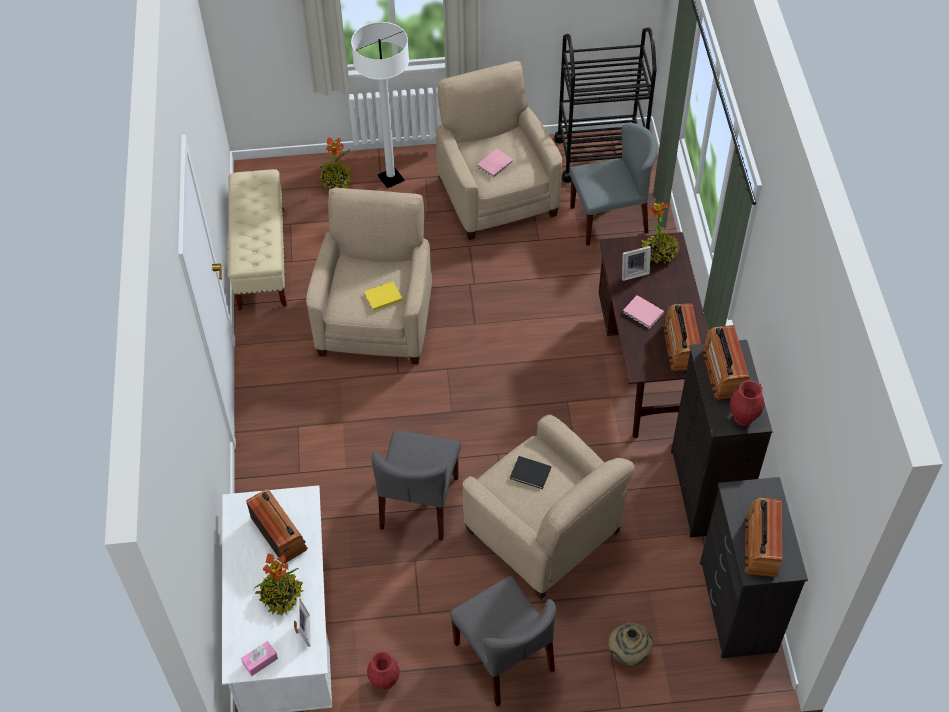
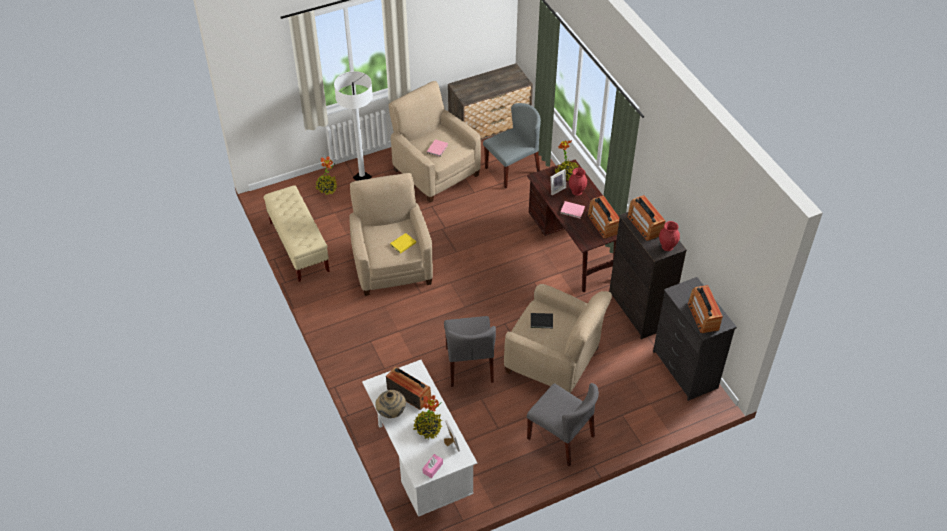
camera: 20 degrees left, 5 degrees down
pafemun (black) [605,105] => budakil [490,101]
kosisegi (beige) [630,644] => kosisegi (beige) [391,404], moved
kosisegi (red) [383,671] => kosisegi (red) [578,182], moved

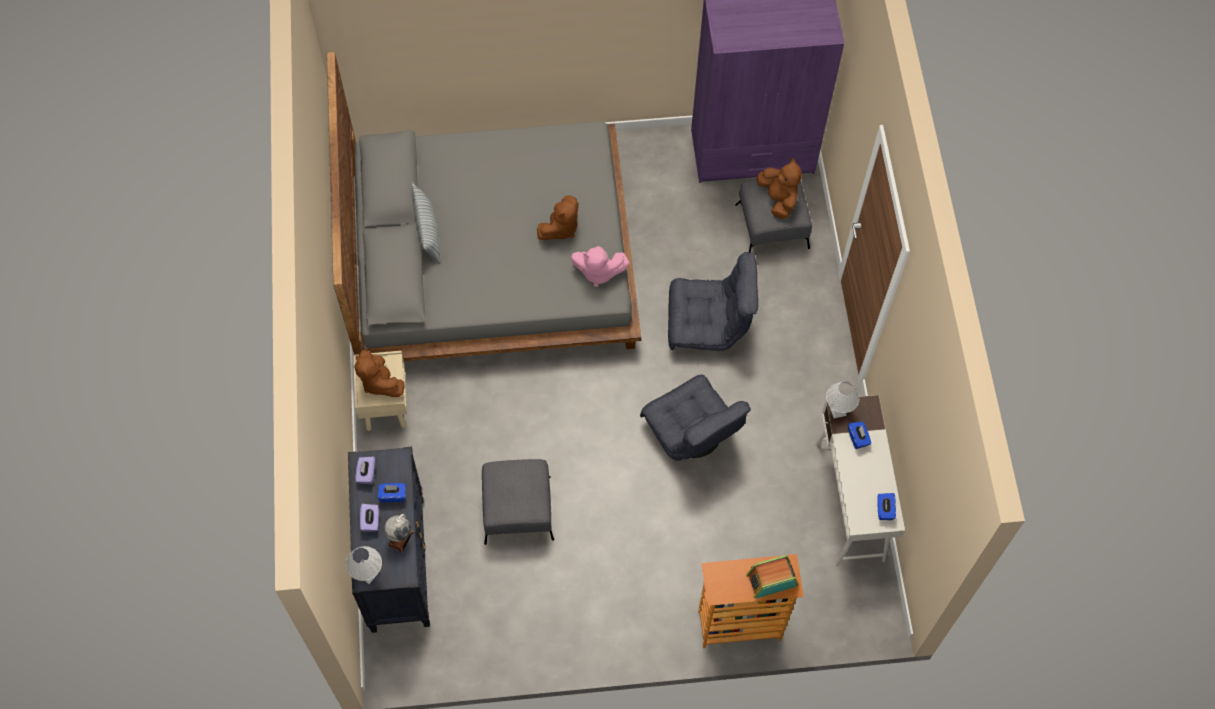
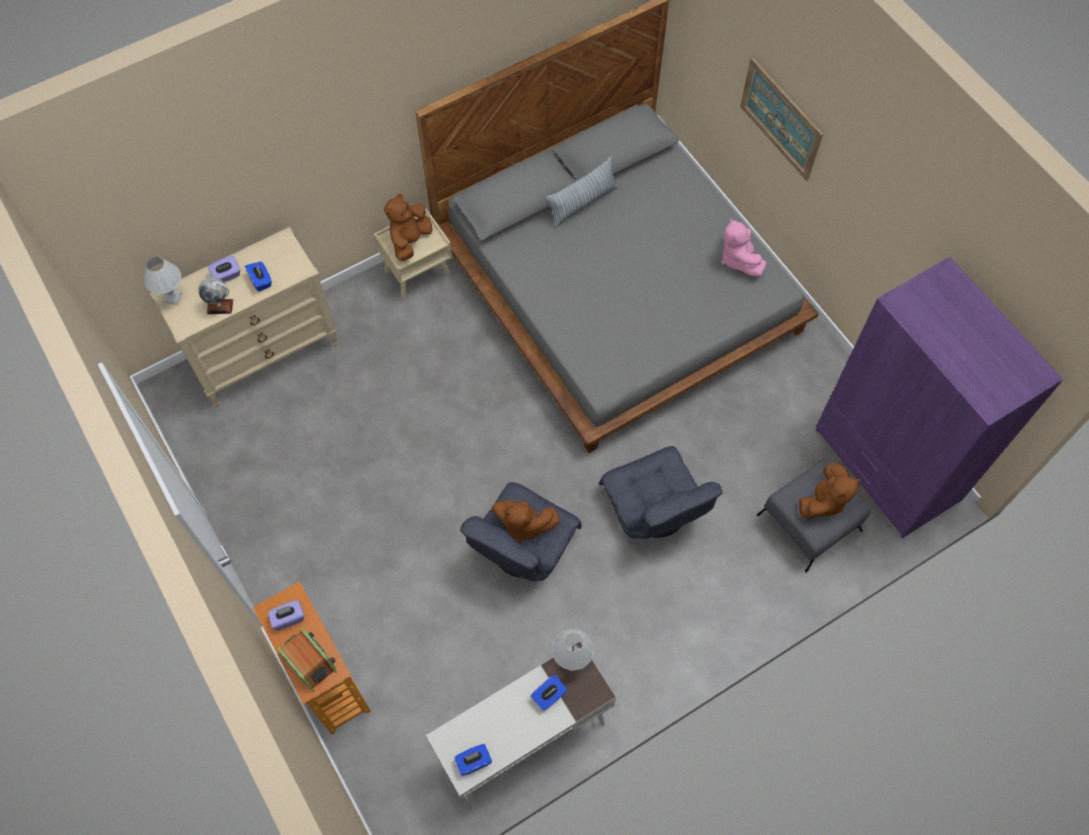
camera: 65 degrees right, 0 degrees up
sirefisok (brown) [558,217] => sirefisok (brown) [526,521], moved
sirefisok (pink) [600,266] => sirefisok (pink) [743,247], moved
budakil (black) [389,540] => budakil (beige) [244,317]
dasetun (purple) [365,470] => dasetun (purple) [286,615], moved
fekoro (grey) [518,502] => nothing
nothing => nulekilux [781,119]

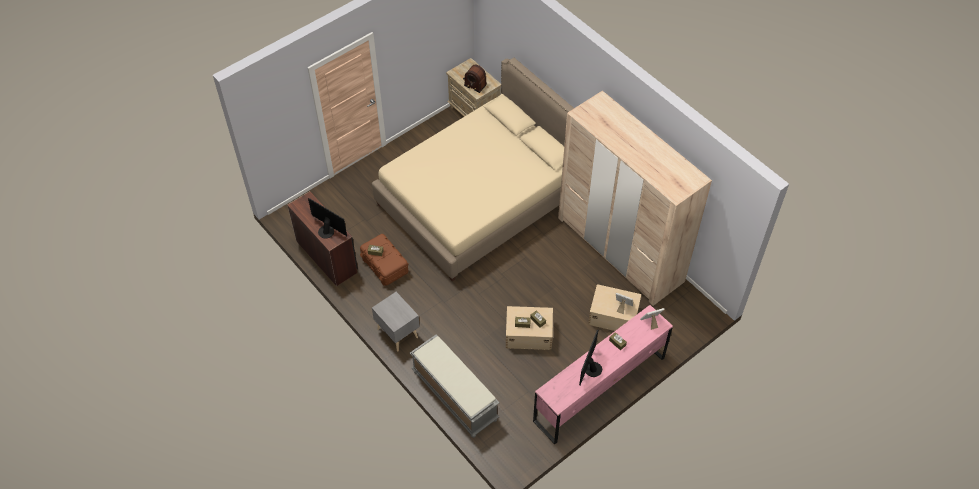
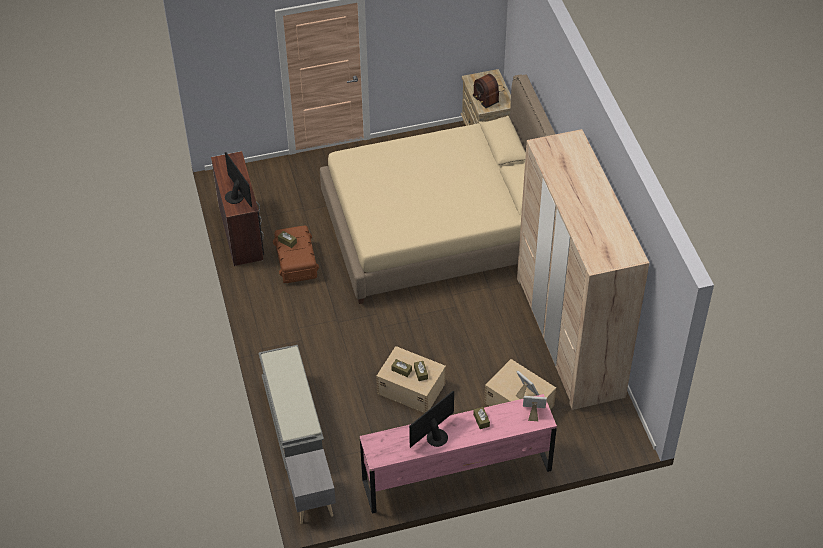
camera: 25 degrees right, 5 degrees down
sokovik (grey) [396,322] => sokovik (grey) [310,486], moved

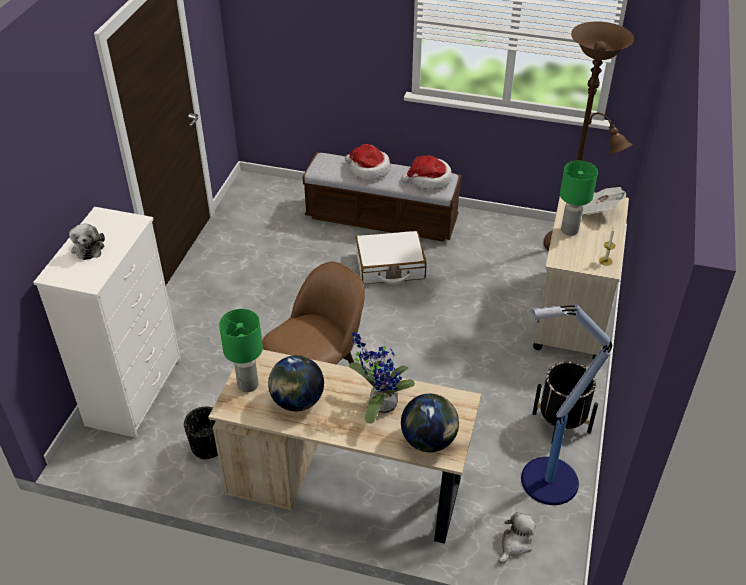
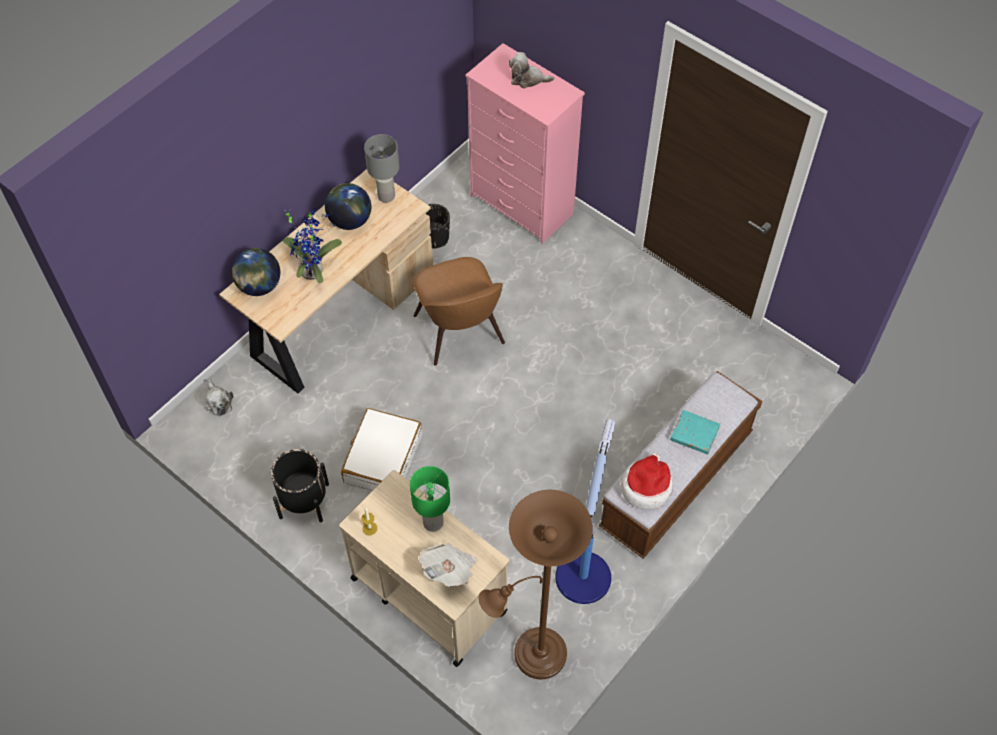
camera: 115 degrees right, 15 degrees up
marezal [367,162] => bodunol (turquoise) [695,432]
budakil (white) [107,322] => budakil (pink) [525,143]
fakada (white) [391,257] => fakada (white) [381,449], moved
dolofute [566,404] => dolofute [585,511], moved
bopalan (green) [241,350] => bopalan (grey) [381,168]

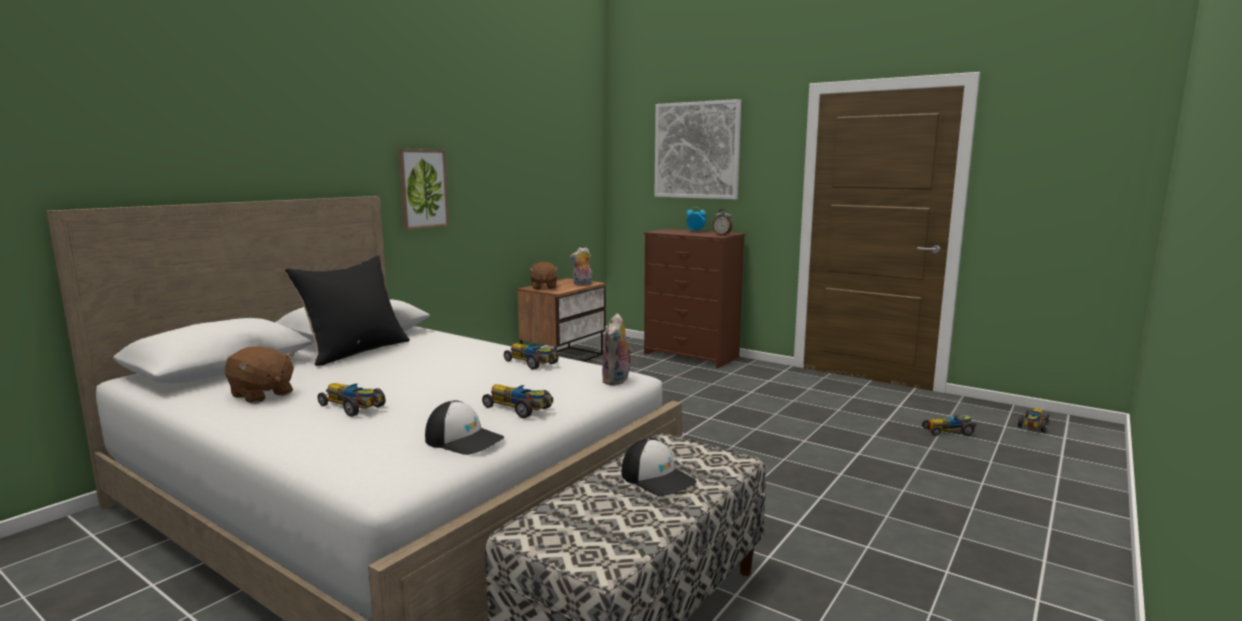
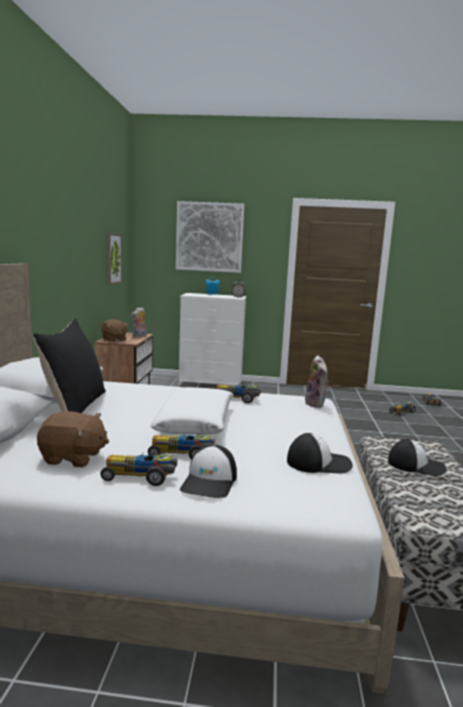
camera: 30 degrees left, 0 degrees up
nulekilux [423,189] => nulekilux [114,259], moved
budakil (brown) [694,298] => budakil (white) [213,339]
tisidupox [517,401] => tisidupox [138,469], moved
nothing => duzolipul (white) [191,411]
nothing => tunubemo [208,471]

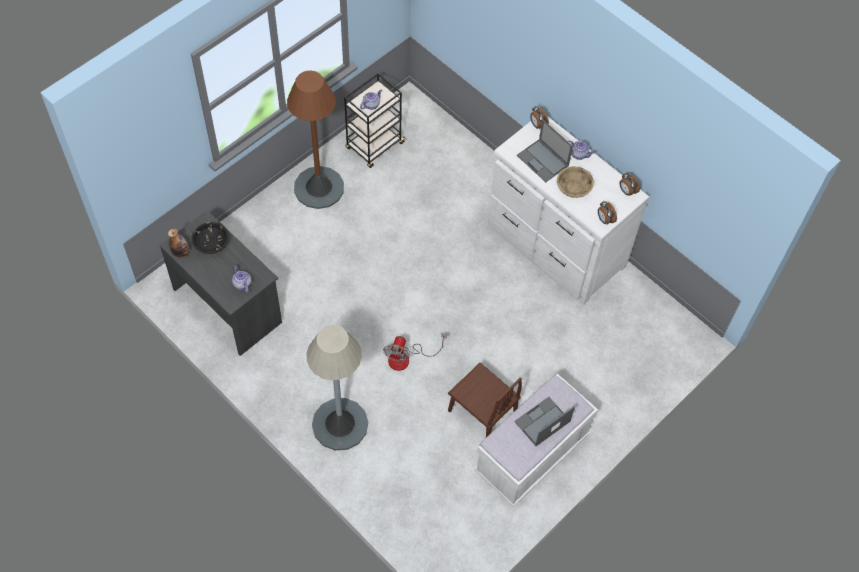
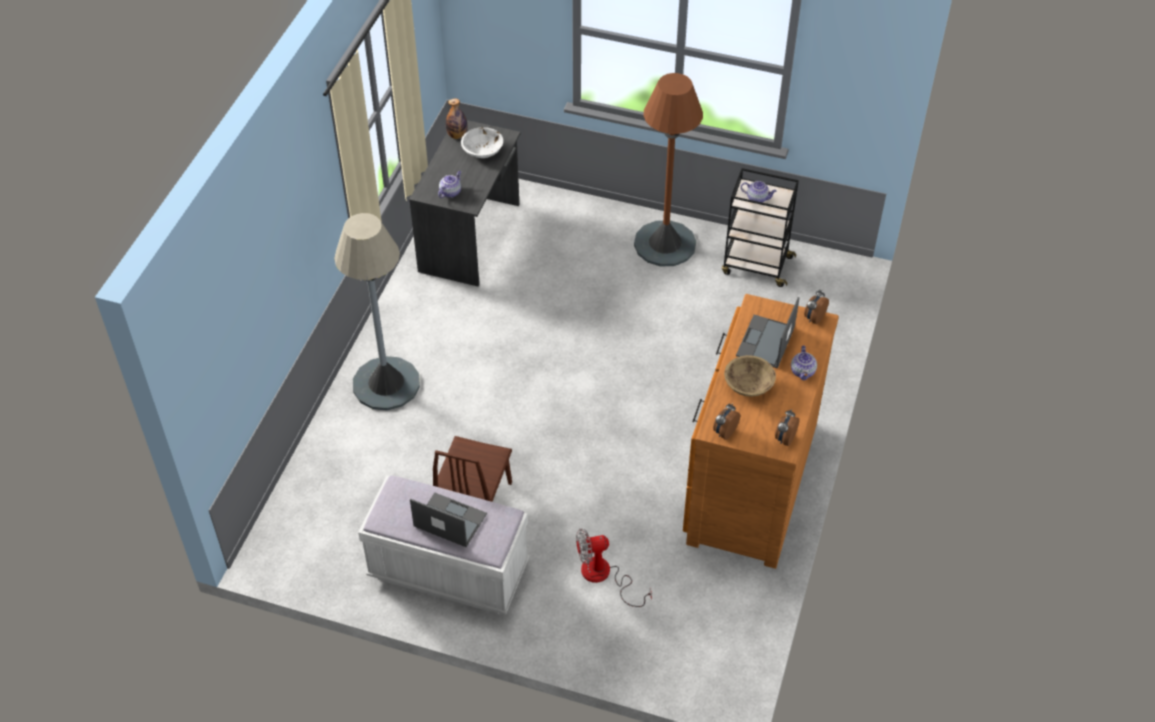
camera: 65 degrees right, 10 degrees down
budakil (white) [567,210] => budakil (brown) [761,431]
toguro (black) [210,238] => toguro (white) [482,142]
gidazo [415,352] => gidazo [614,567], moved

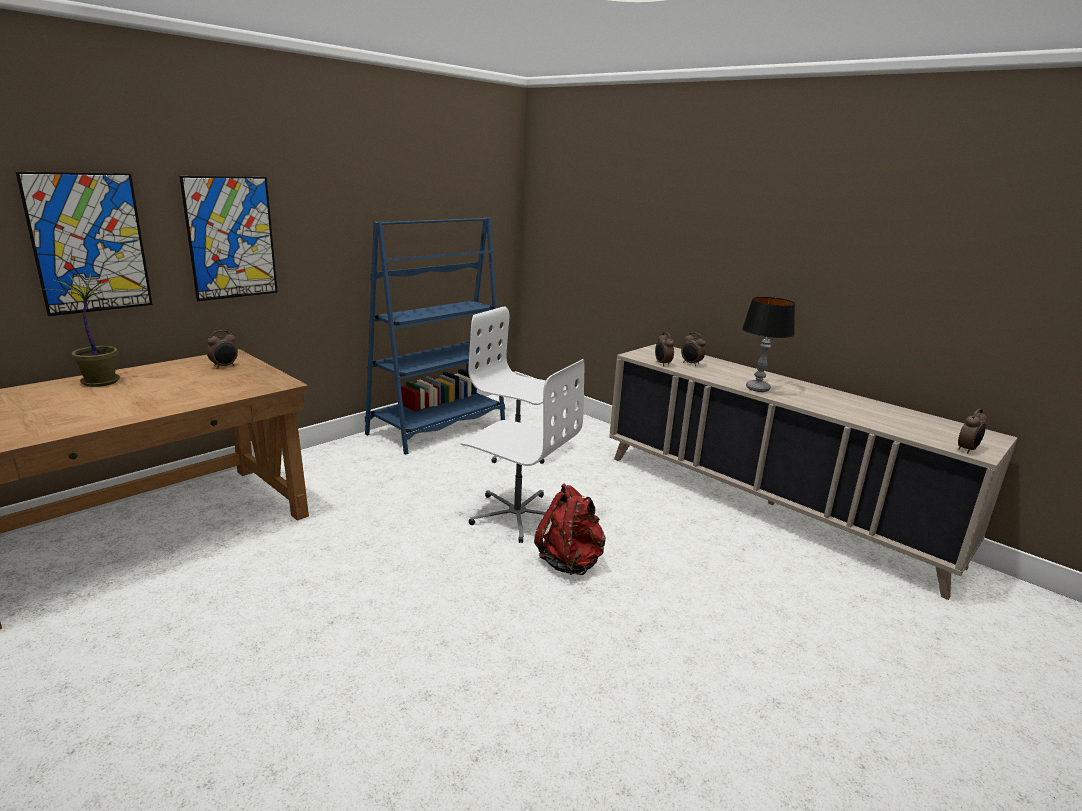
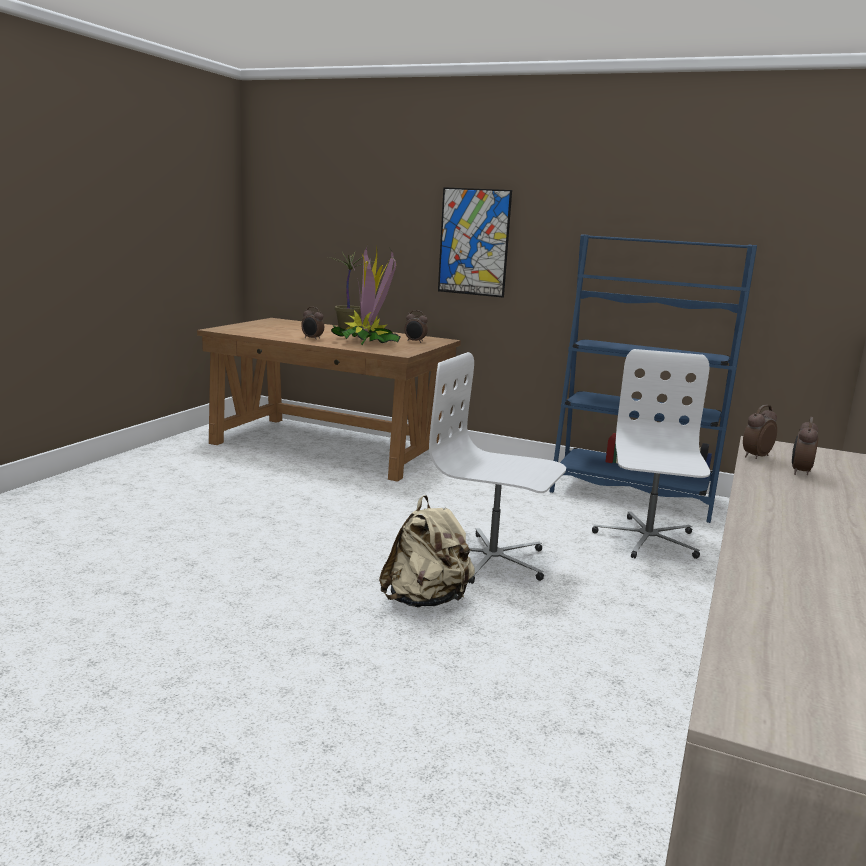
camera: 70 degrees right, 5 degrees down
nulekilux [84,244] => nothing
bopalan [768,344] => nothing
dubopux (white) [522,451] => dubopux (white) [497,468], 105 degrees clockwise
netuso [972,431] => netuso [312,323], moved
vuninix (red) [570,529] => vuninix (beige) [427,551]
nothing => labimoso [366,295]

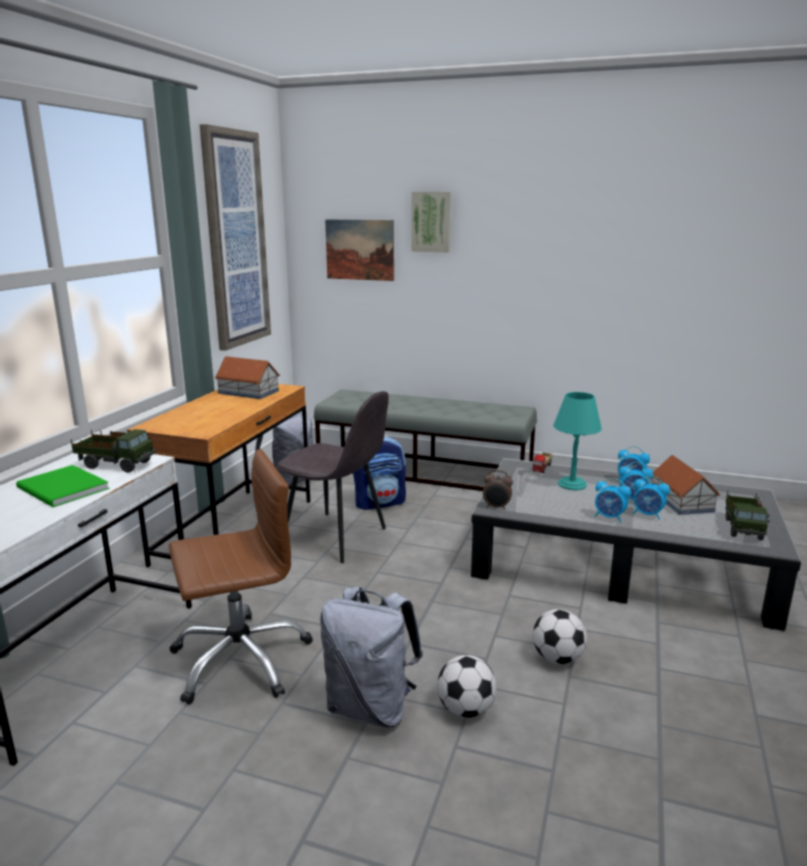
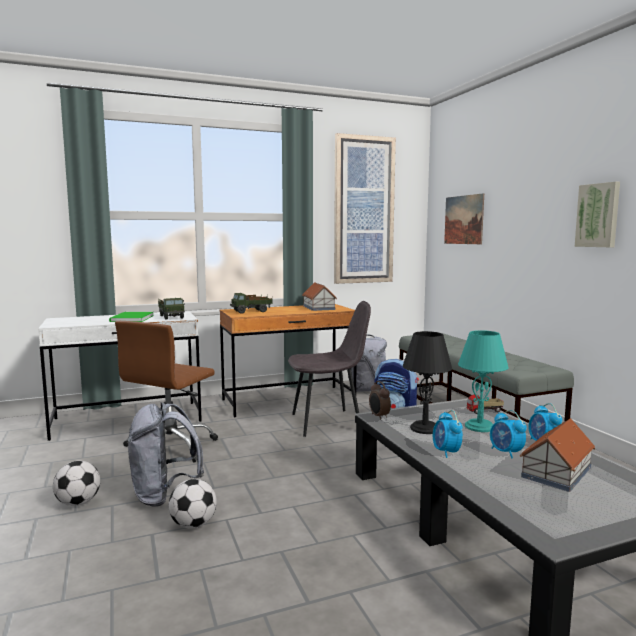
camera: 50 degrees right, 10 degrees down
nulekilux [431,222] => nulekilux [597,214], moved
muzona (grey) [333,477] => muzona (grey) [329,369], 90 degrees counterclockwise
dubopux (brown) [241,577] => dubopux (brown) [166,392], 90 degrees clockwise
netuso [651,497] => nothing
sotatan [747,515] => sotatan [251,303], moved
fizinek [560,636] => fizinek [76,483], moved
nothing => bopalan (black) [427,382]

